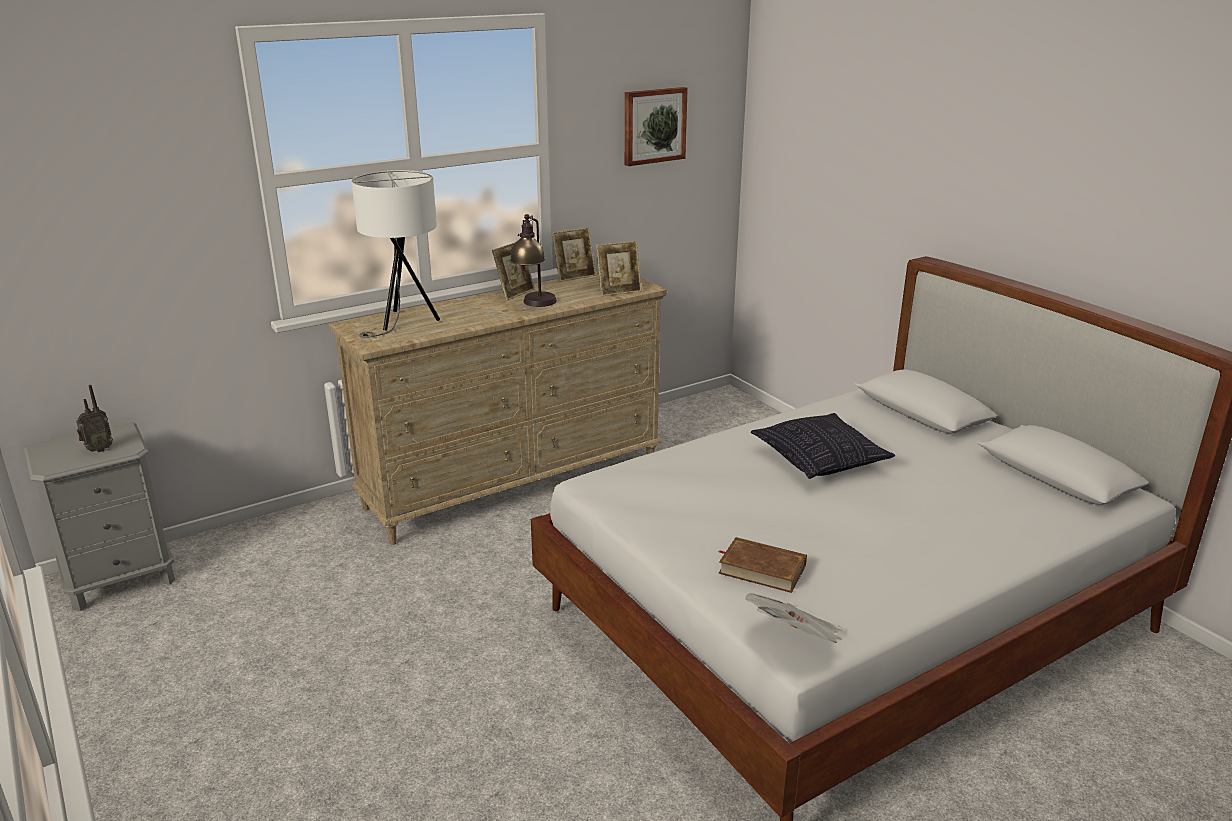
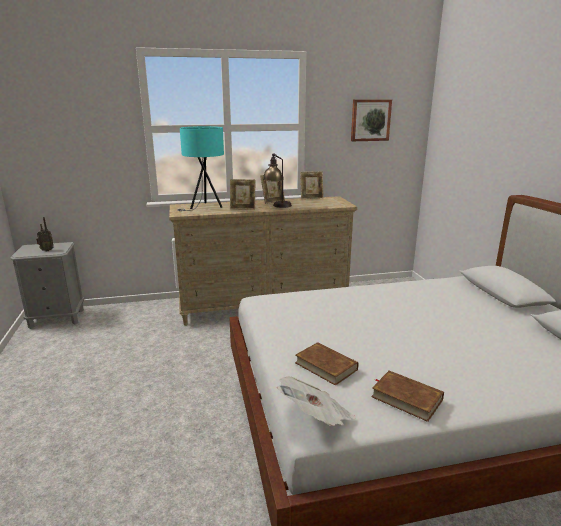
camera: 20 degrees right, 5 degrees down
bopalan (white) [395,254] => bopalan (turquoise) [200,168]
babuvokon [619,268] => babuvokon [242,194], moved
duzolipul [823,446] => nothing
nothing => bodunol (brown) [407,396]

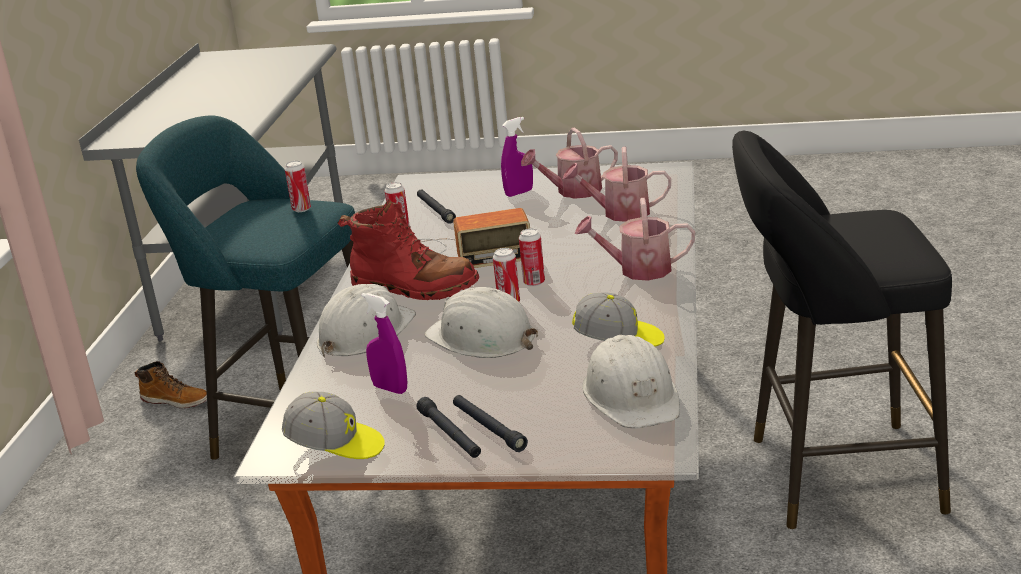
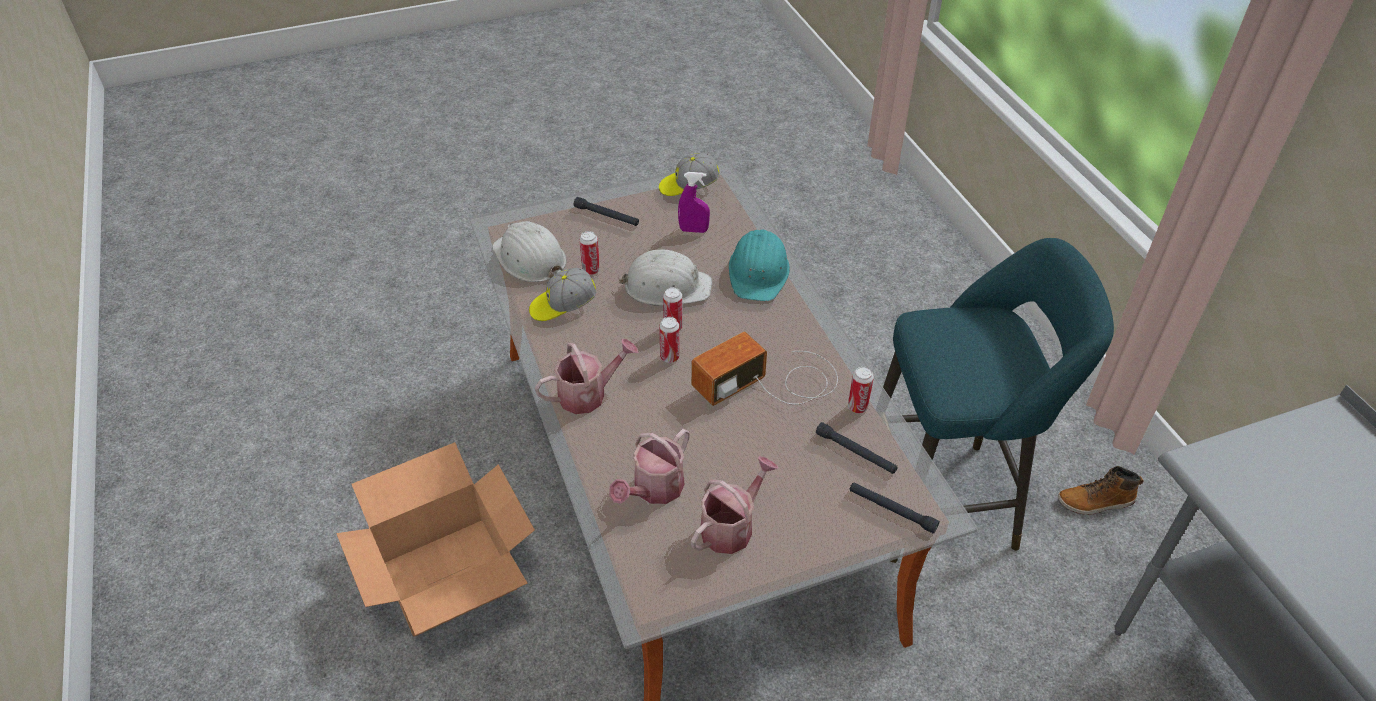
camera: 150 degrees right, 20 degrees up
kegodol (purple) [517,157] => nothing
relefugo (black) [842,330] => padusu [435,539]
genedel [617,184] => genedel [649,466], 150 degrees clockwise
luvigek [298,186] => luvigek [589,253], moved
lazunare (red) [408,249] => nothing
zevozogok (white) [366,321] => zevozogok (turquoise) [759,265]
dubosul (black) [448,427] => dubosul (black) [895,508], moved

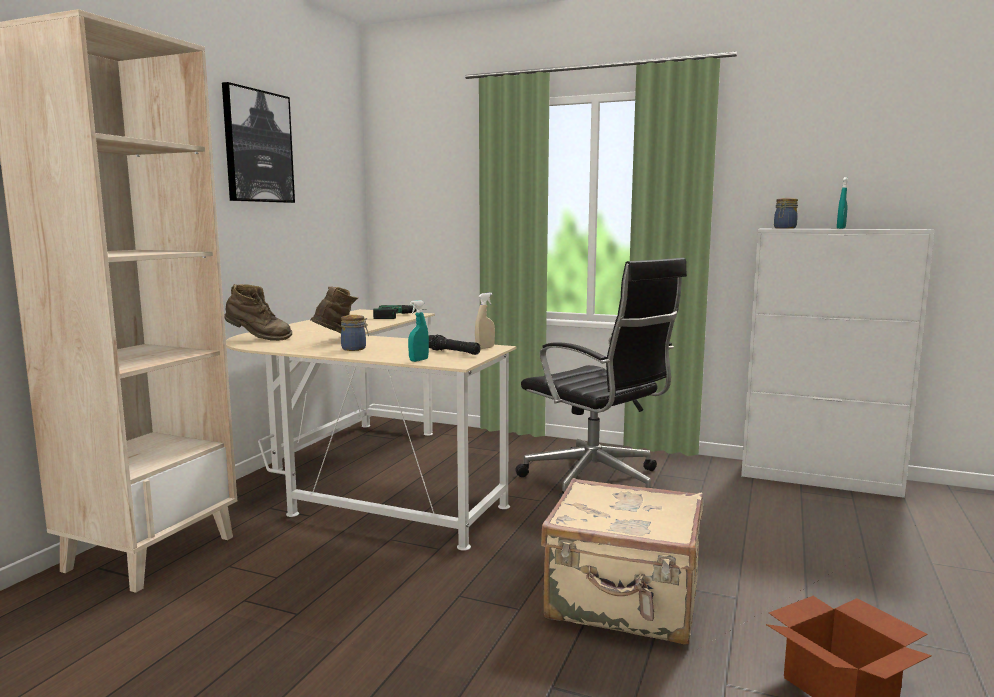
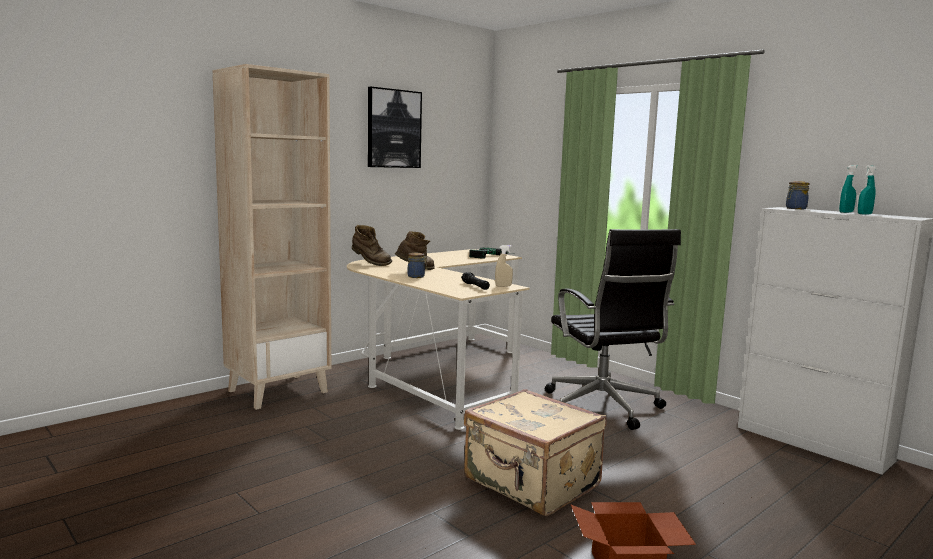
camera: 25 degrees right, 0 degrees up
kegodol (turquoise) [418,331] => kegodol (turquoise) [867,189], moved

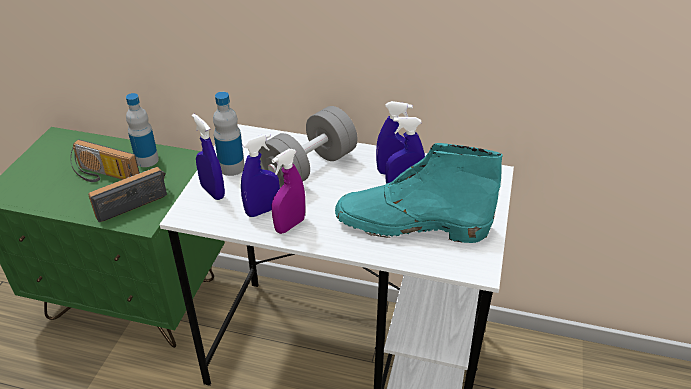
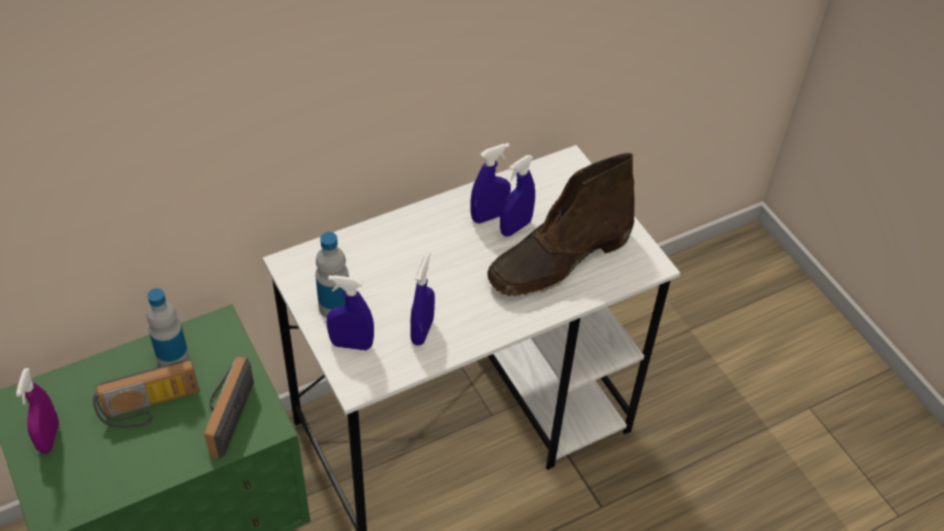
camera: 45 degrees left, 10 degrees up
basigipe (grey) [307,147] => nothing
lazunare (turquoise) [419,193] => lazunare (brown) [560,224]
kegodol (purple) [288,191] => kegodol (purple) [37,411], moved

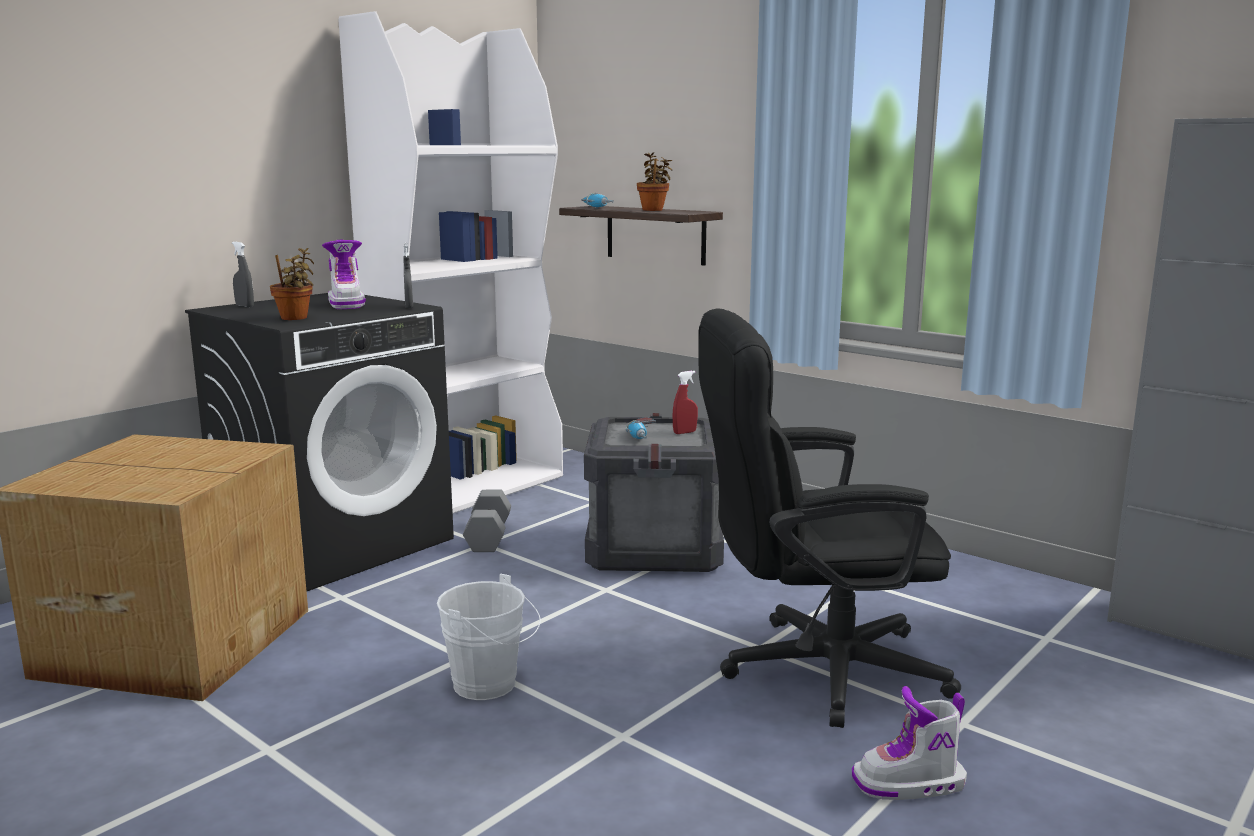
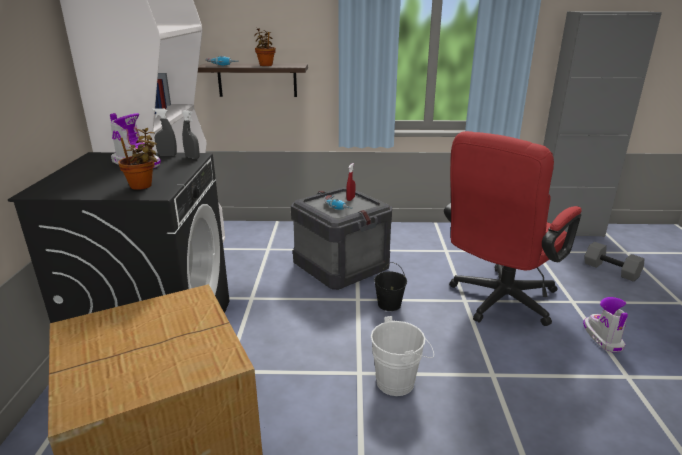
camera: 40 degrees left, 10 degrees up
kegodol (grey) [243,274] => kegodol (grey) [164,132], moved
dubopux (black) [829,518] => dubopux (red) [513,228]
basigipe (grey) [487,521] => basigipe (grey) [615,262], moved
lazunare [909,743] => lazunare [605,324], 135 degrees clockwise
nothing => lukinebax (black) [390,286]

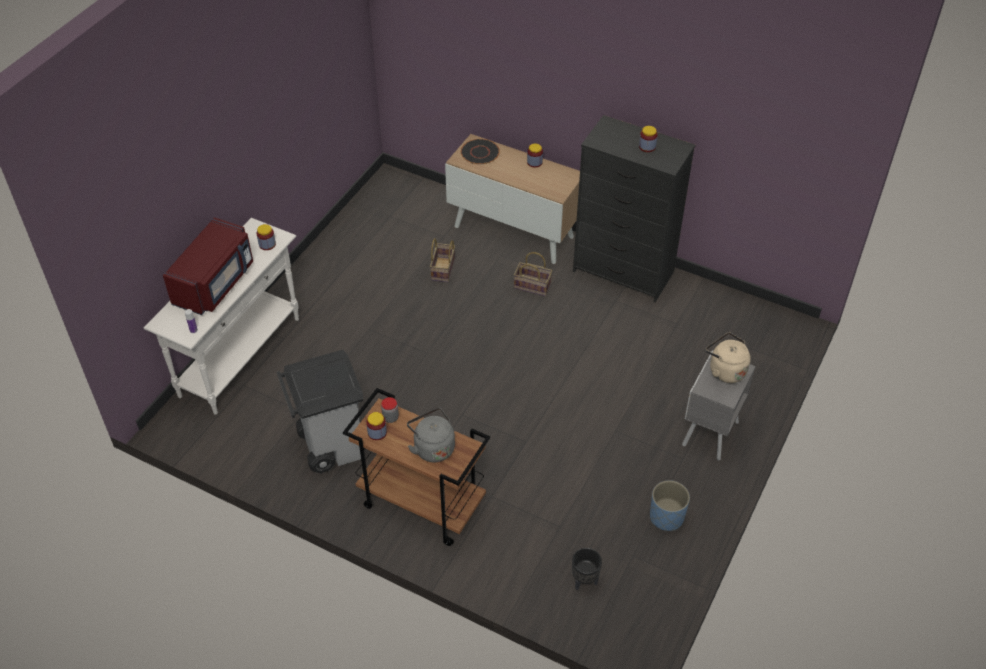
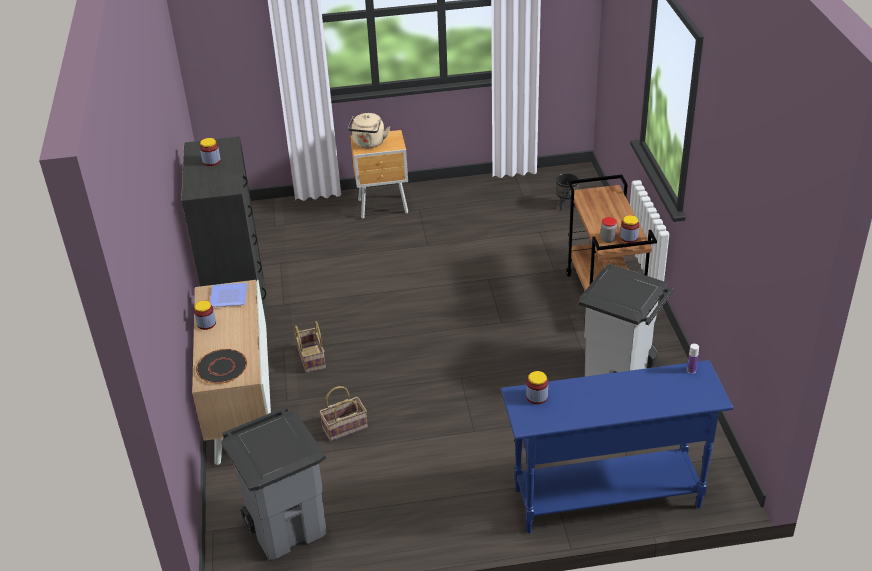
camera: 125 degrees left, 10 degrees down
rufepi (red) [208,266] => nothing
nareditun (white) [221,316] => nareditun (blue) [616,446]
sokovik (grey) [719,405] => sokovik (brown) [379,174]
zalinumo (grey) [431,435] => nothing
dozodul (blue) [670,505] => nothing
nothing => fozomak [228,295]
nothing => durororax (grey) [274,483]

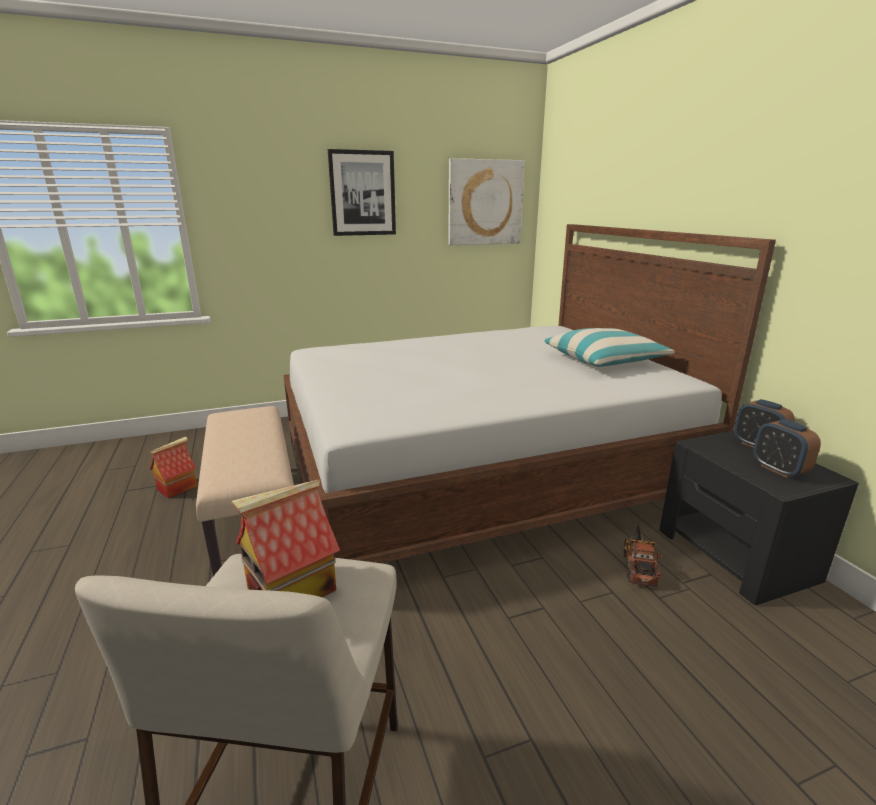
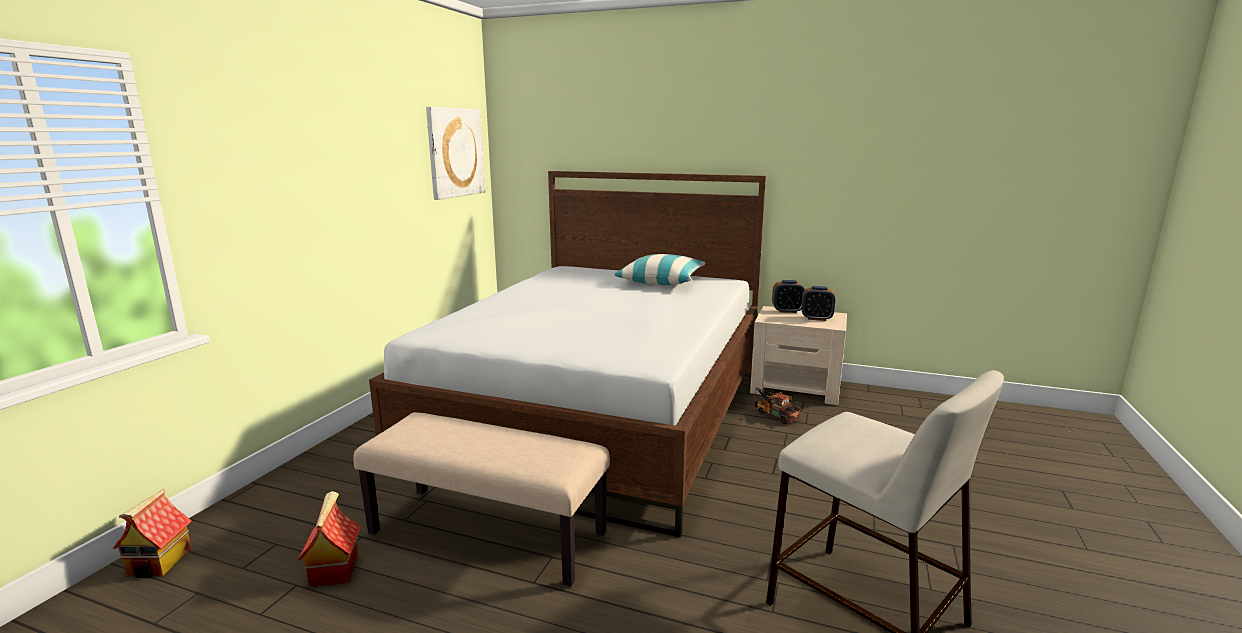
camera: 50 degrees left, 5 degrees down
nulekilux [362,192] => nothing
sokovik (black) [759,517] => sokovik (beige) [798,355]
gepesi [285,538] => gepesi [152,533], moved

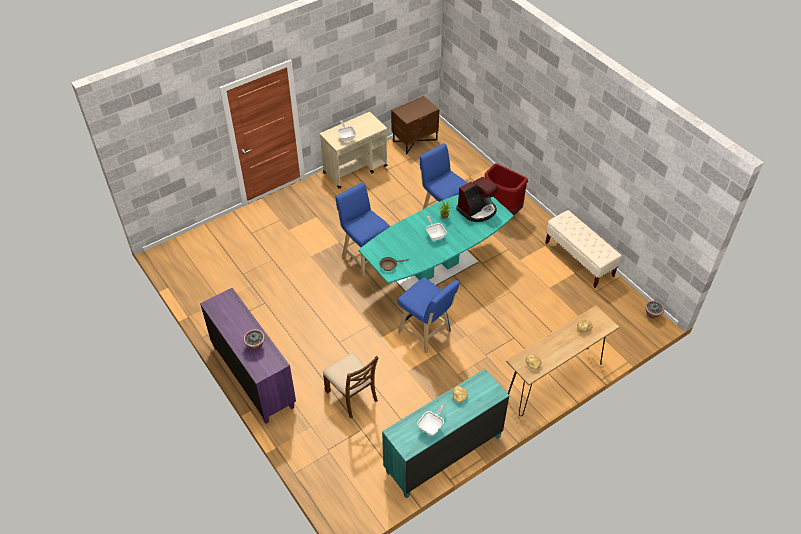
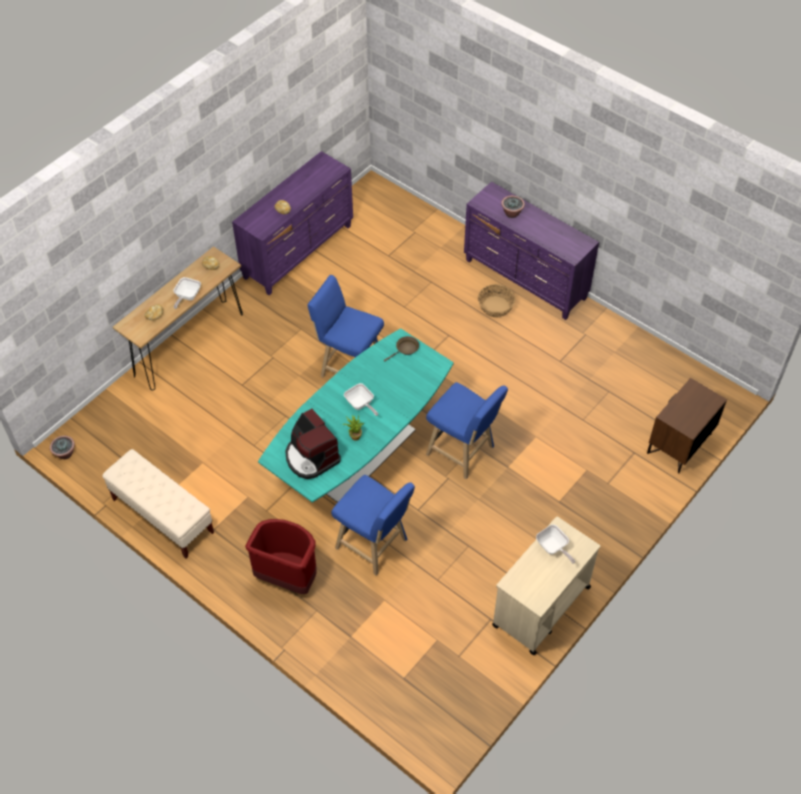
camera: 165 degrees right, 5 degrees up
sokovik (brown) [415,125] => sokovik (brown) [687,425], moved
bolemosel [476,199] => bolemosel [313,443], 75 degrees counterclockwise
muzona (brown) [350,385] => nothing
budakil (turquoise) [446,433] => budakil (purple) [292,223]
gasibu [431,419] => gasibu [187,293], moved
nothing => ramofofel [496,301]

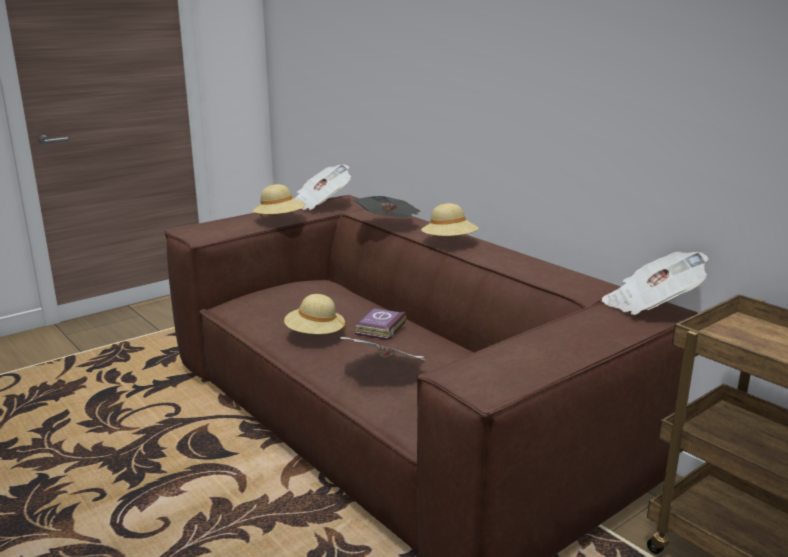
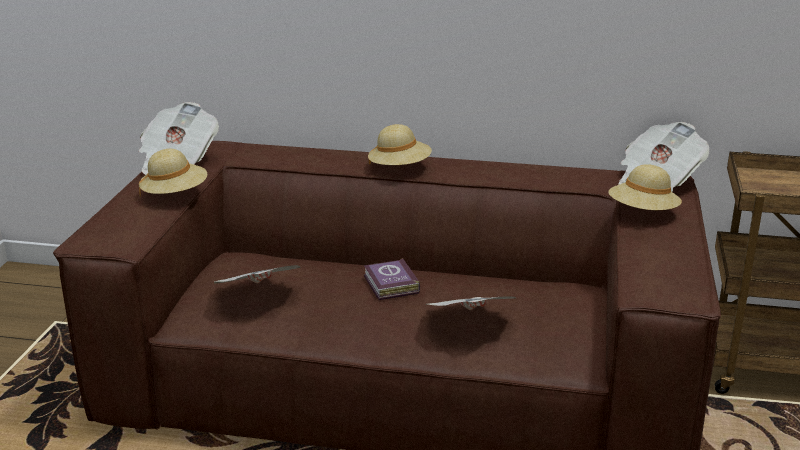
camera: 40 degrees left, 5 degrees up
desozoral [386,207] => desozoral [257,274], moved
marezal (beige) [315,315] => marezal (beige) [645,187], moved

